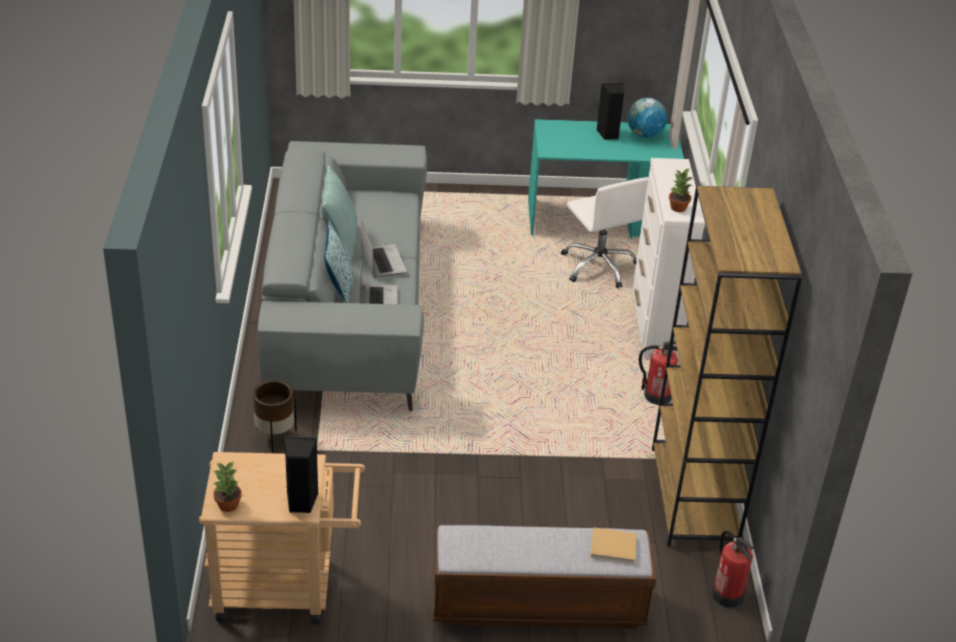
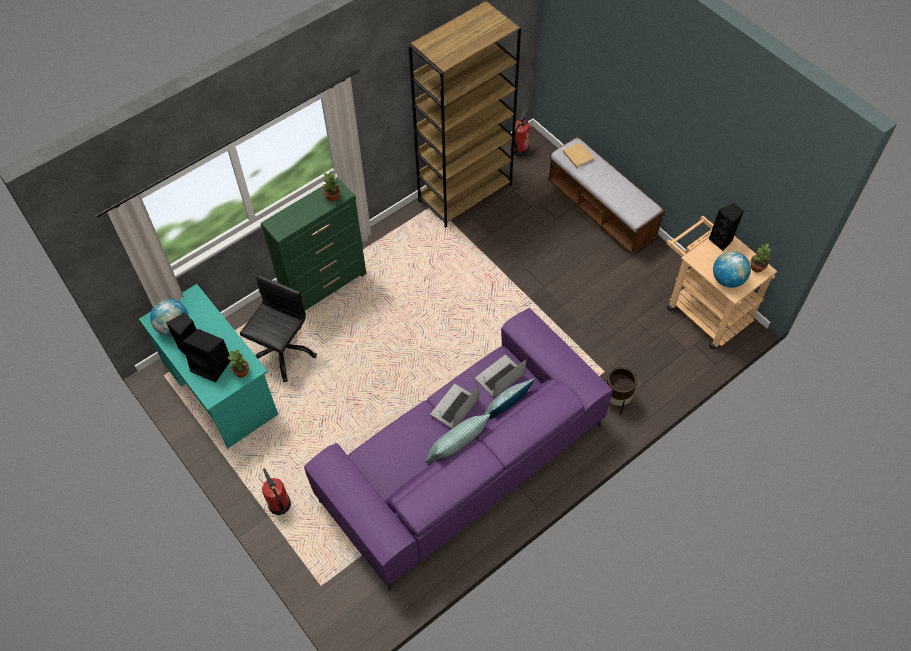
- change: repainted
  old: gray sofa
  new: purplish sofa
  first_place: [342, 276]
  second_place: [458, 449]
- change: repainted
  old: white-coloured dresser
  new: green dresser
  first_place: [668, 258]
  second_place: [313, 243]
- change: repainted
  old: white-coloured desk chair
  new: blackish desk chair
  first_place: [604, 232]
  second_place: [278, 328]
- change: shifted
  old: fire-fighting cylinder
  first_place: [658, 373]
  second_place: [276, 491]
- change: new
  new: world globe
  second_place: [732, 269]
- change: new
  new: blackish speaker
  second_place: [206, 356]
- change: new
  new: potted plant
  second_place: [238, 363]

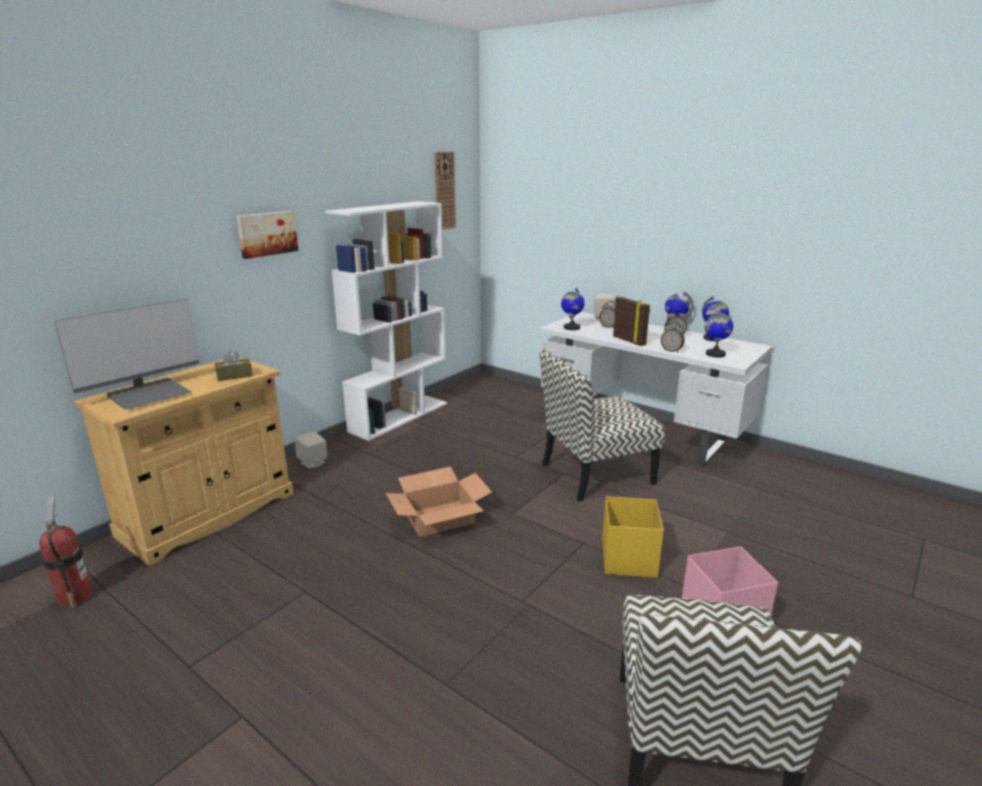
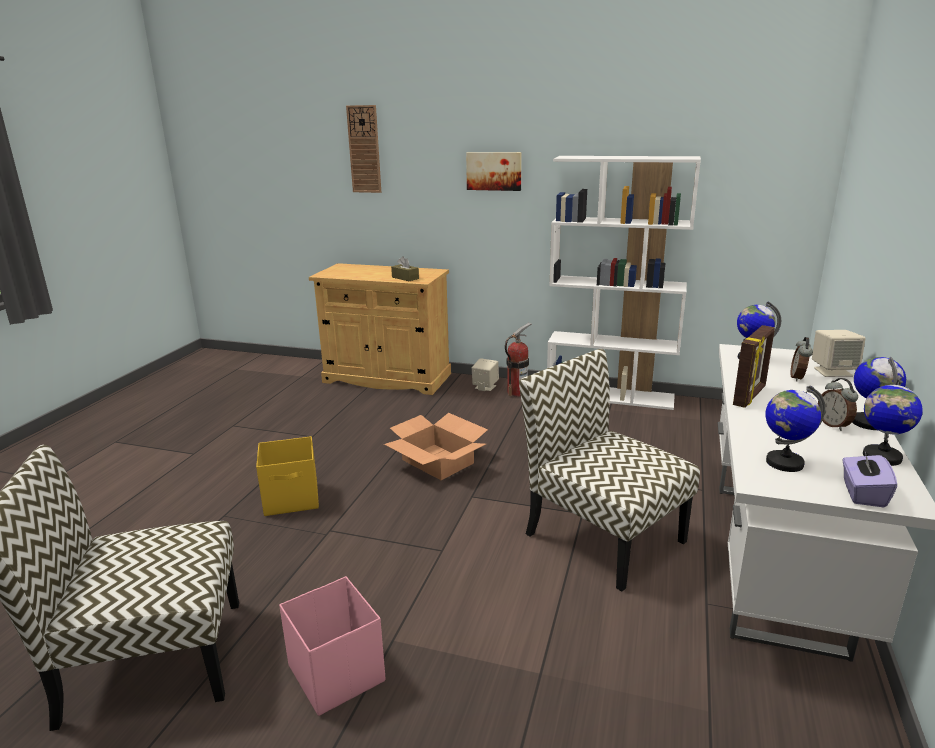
- change: shifted
  old: clock on the wall
  first_place: [445, 191]
  second_place: [363, 149]
- change: gone
  old: computer display
  first_place: [126, 354]
- change: gone
  old: bedside clock
  first_place: [673, 337]
- change: shifted
  old: fire-fighting cylinder
  first_place: [65, 551]
  second_place: [518, 359]
- change: shifted
  old: yellow-coloured storage container
  first_place: [633, 537]
  second_place: [287, 476]
- change: new
  new: purplish box of tissues
  second_place: [869, 480]

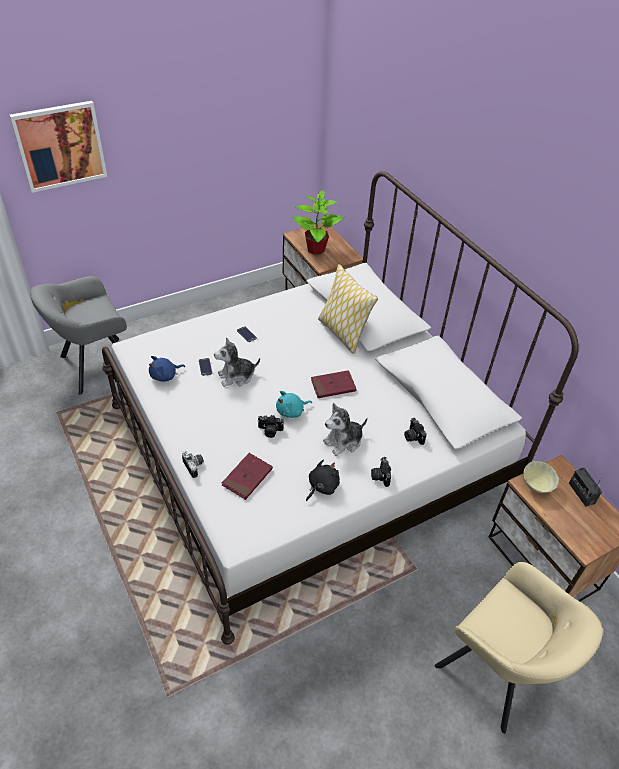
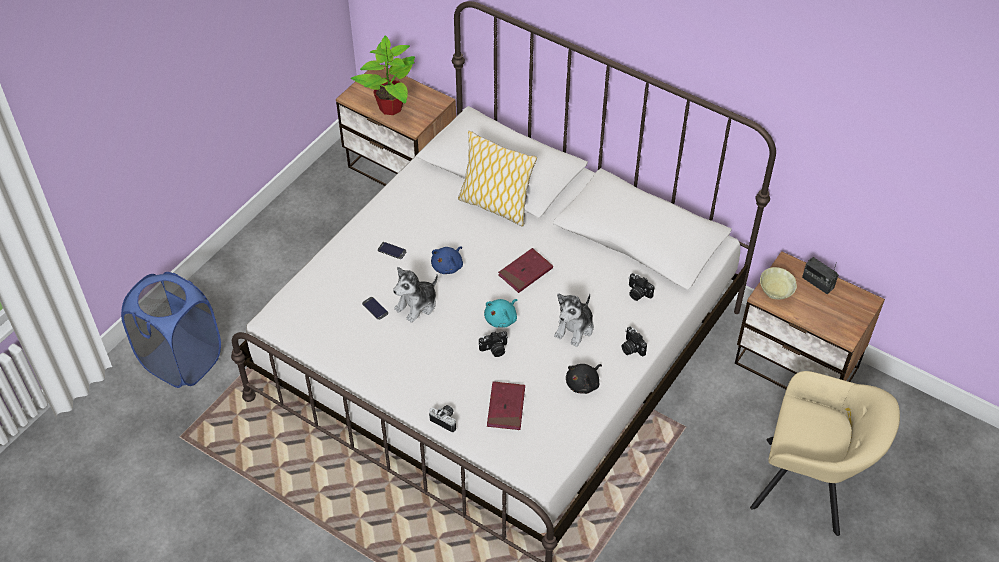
- change: gone
  old: wall art
  first_place: [58, 147]
- change: swapped
  old: gray lounge chair
  new: blue washing basket
  first_place: [78, 335]
  second_place: [171, 330]
- change: shifted
  old: blue plush toy
  first_place: [167, 369]
  second_place: [447, 260]
- change: rotated
  old: blackish plush toy
  first_place: [323, 480]
  second_place: [584, 379]
  degrees: -150

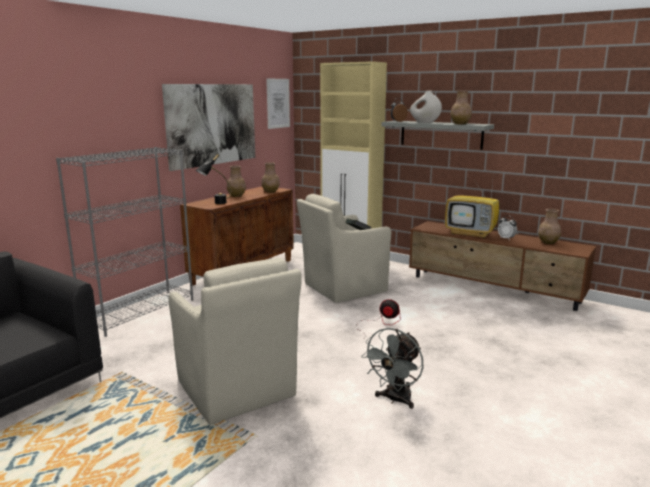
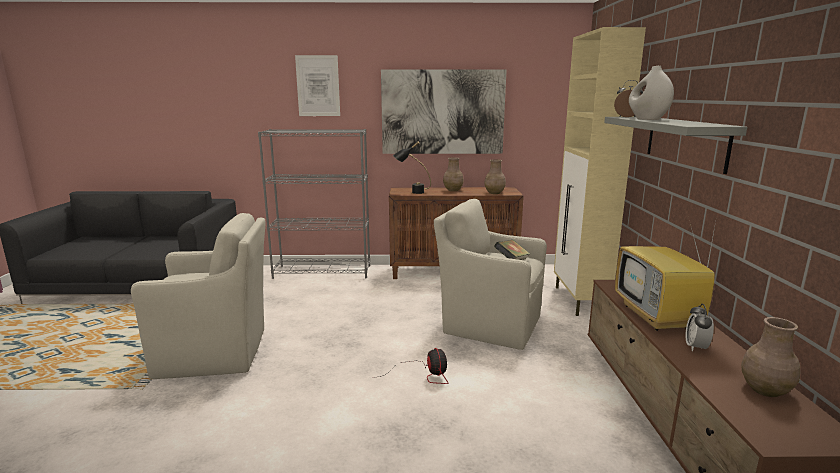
- change: shifted
  old: wall art
  first_place: [278, 103]
  second_place: [317, 85]
- change: gone
  old: brown-coloured flower vase
  first_place: [461, 107]
- change: rotated
  old: beige-coloured lounge chair
  first_place: [235, 341]
  second_place: [198, 296]
  degrees: -120
- change: gone
  old: gray cooling fan
  first_place: [392, 368]

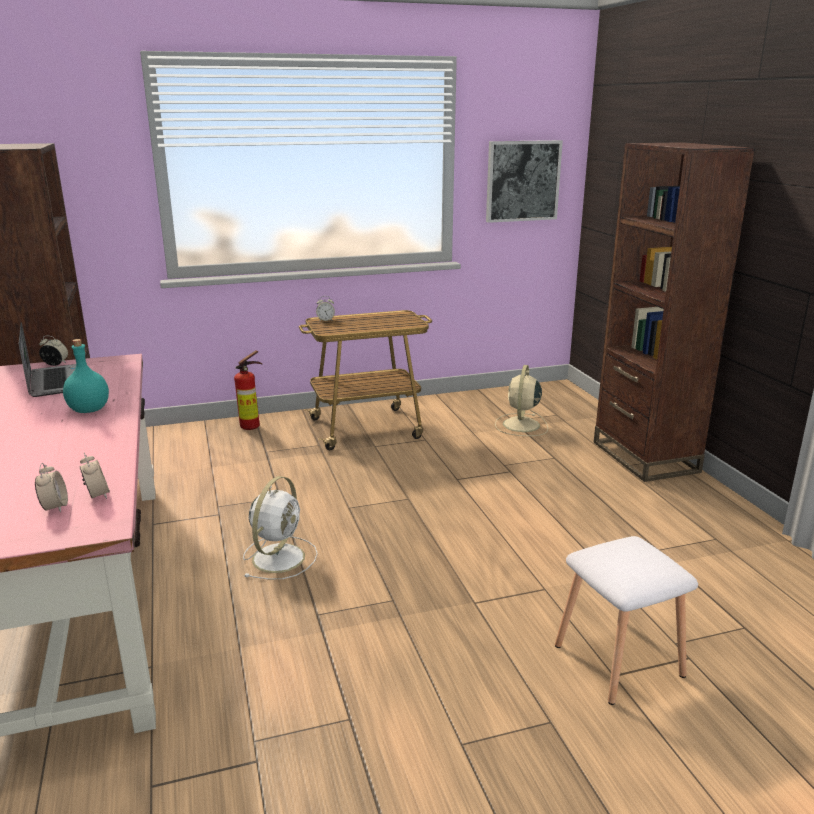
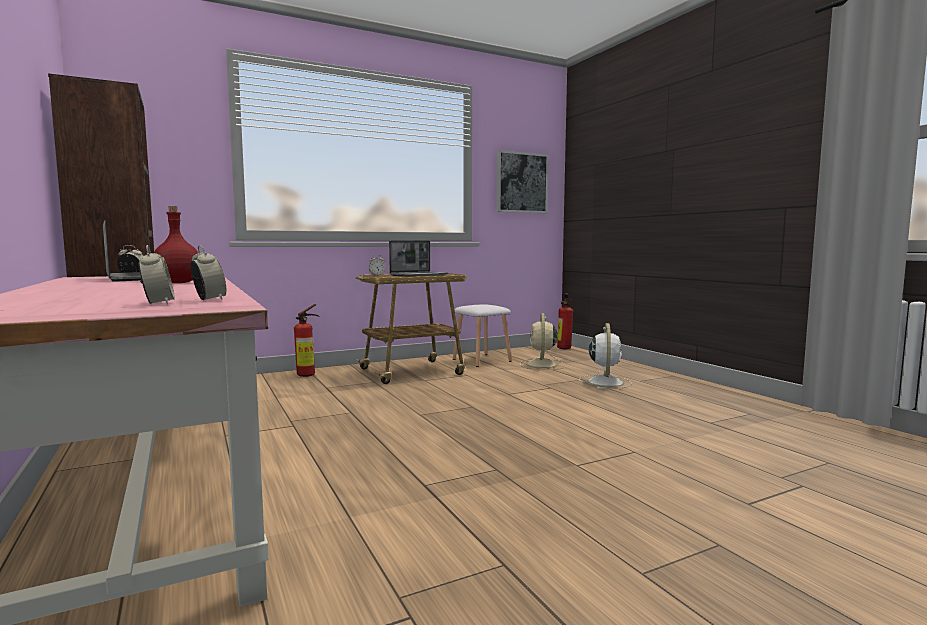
- change: gone
  old: brown-coloured bookshelf
  first_place: [674, 312]
- change: repainted
  old: blue-green bottle
  new: reddish bottle
  first_place: [86, 376]
  second_place: [176, 244]
- change: shifted
  old: white-coloured cooling fan
  first_place: [280, 527]
  second_place: [605, 356]
- change: shifted
  old: white-coloured sitting stool
  first_place: [626, 620]
  second_place: [482, 335]
- change: new
  new: notebook computer
  second_place: [418, 258]
- change: new
  new: fire-fighting cylinder
  second_place: [565, 321]

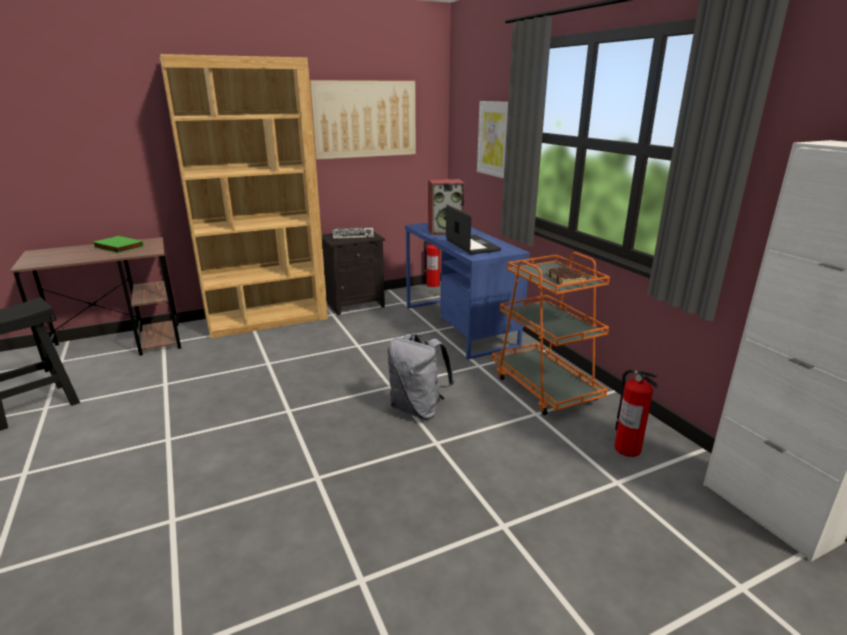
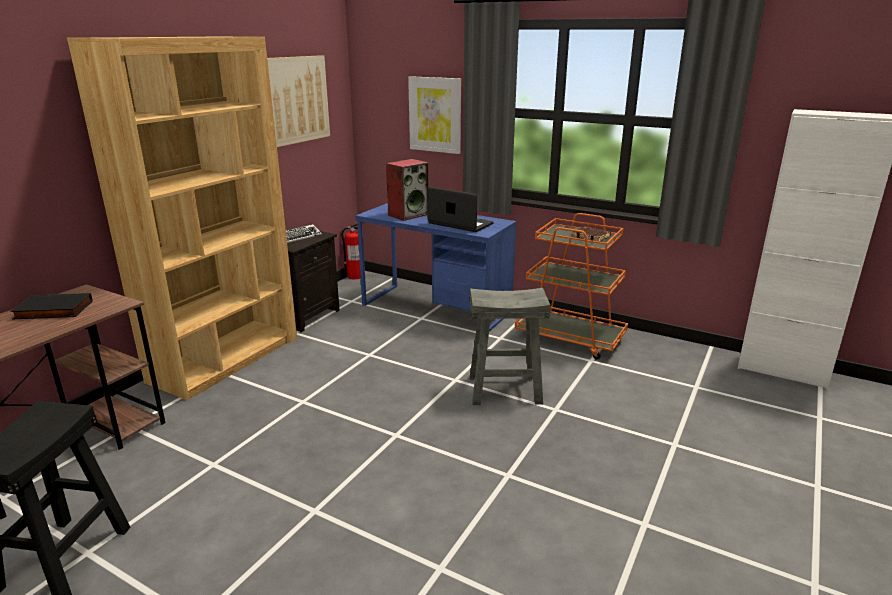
- change: repainted
  old: green volume
  new: blackish volume
  first_place: [118, 244]
  second_place: [51, 306]
- change: swapped
  old: gray knapsack
  new: gray sitting stool
  first_place: [421, 376]
  second_place: [509, 346]
- change: gone
  old: fire-fighting cylinder
  first_place: [636, 413]

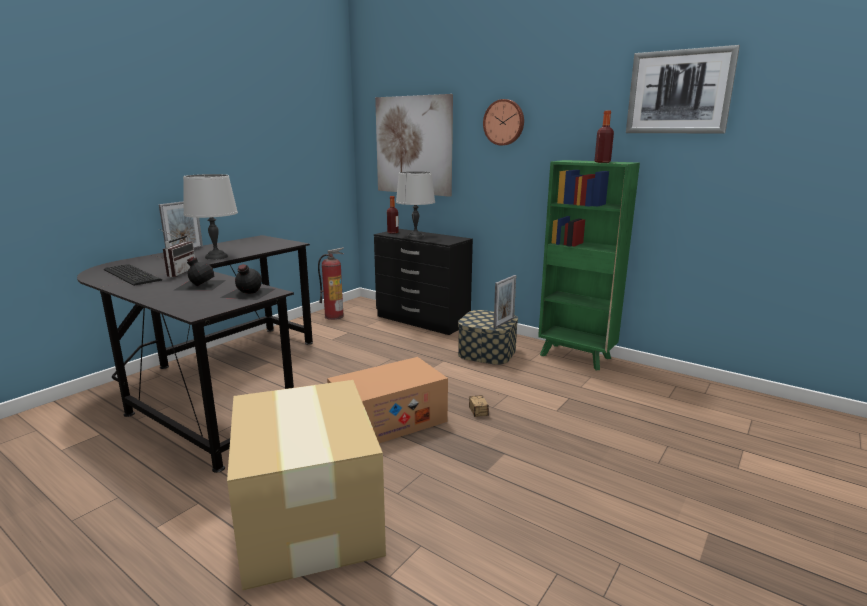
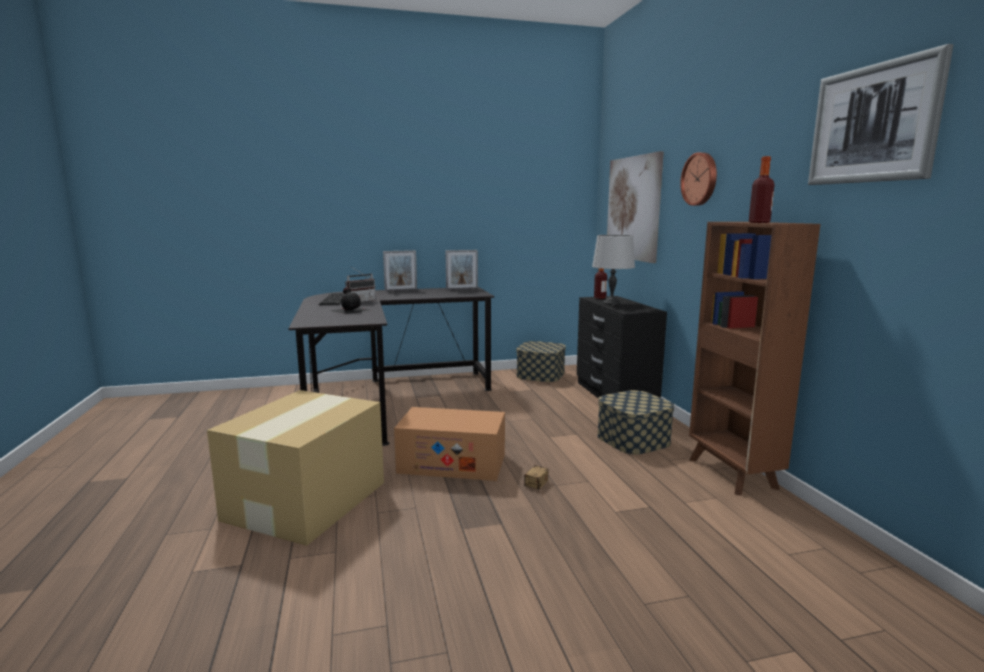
- change: repainted
  old: green bookshelf
  new: brown-coloured bookshelf
  first_place: [589, 265]
  second_place: [754, 359]
- change: gone
  old: gray table lamp
  first_place: [210, 217]
- change: swapped
  old: fire-fighting cylinder
  new: storage container
  first_place: [331, 283]
  second_place: [541, 361]
- change: gone
  old: blackish bottle
  first_place: [247, 282]
- change: shifted
  old: picture frame
  first_place: [504, 302]
  second_place: [461, 270]

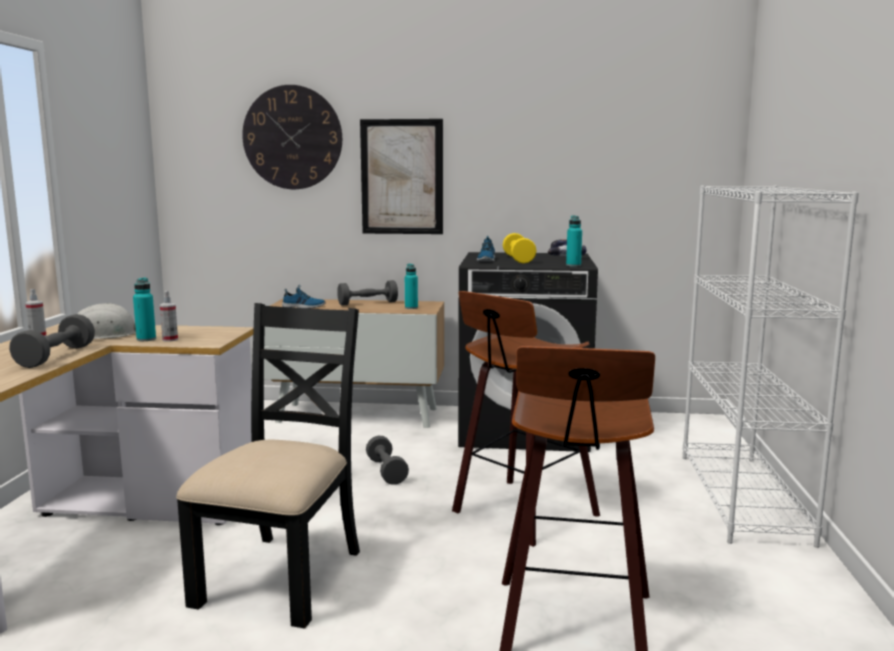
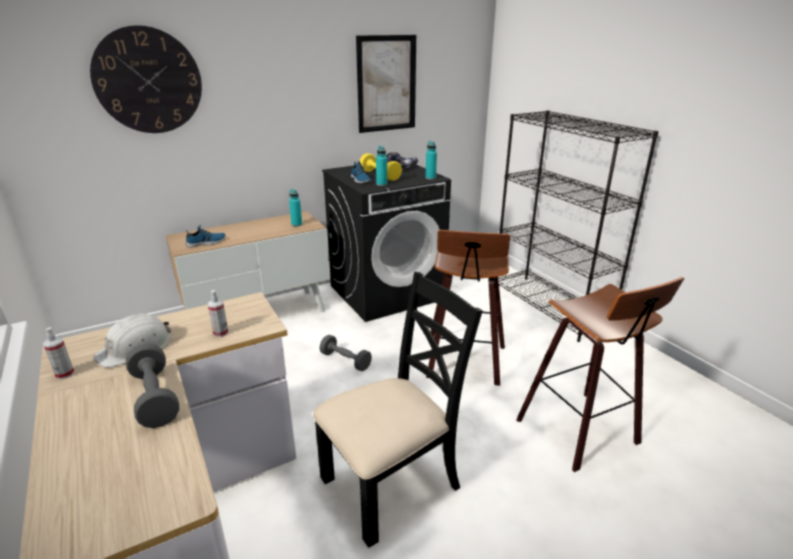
- change: shifted
  old: wall art
  first_place: [401, 176]
  second_place: [386, 84]
- change: repainted
  old: white-coloured bookshelf
  new: blackish bookshelf
  first_place: [771, 366]
  second_place: [579, 226]
- change: shifted
  old: blue-green bottle
  first_place: [144, 309]
  second_place: [381, 166]
- change: gone
  old: gray dumbbell
  first_place: [367, 293]
- change: rotated
  old: blackish chair
  first_place: [268, 466]
  second_place: [398, 410]
  degrees: 75

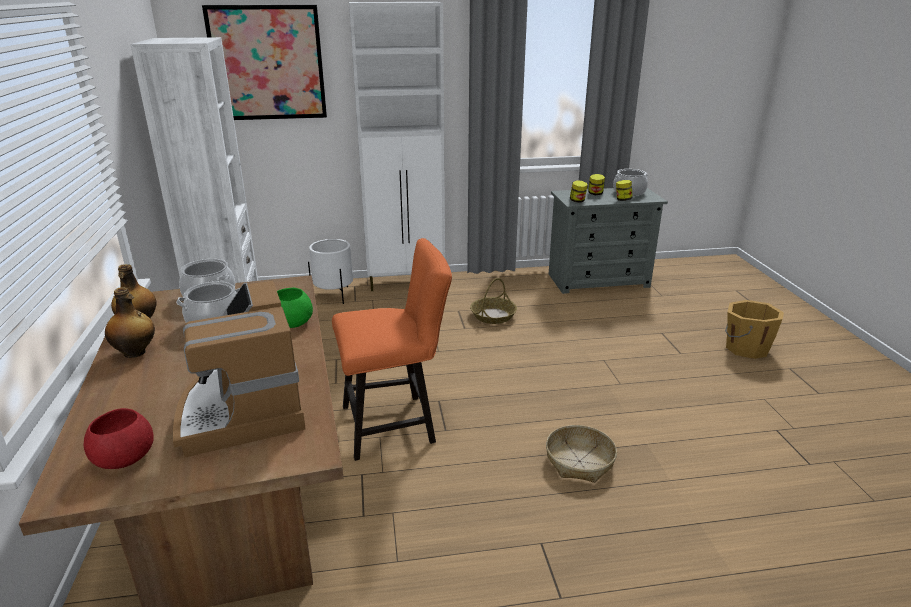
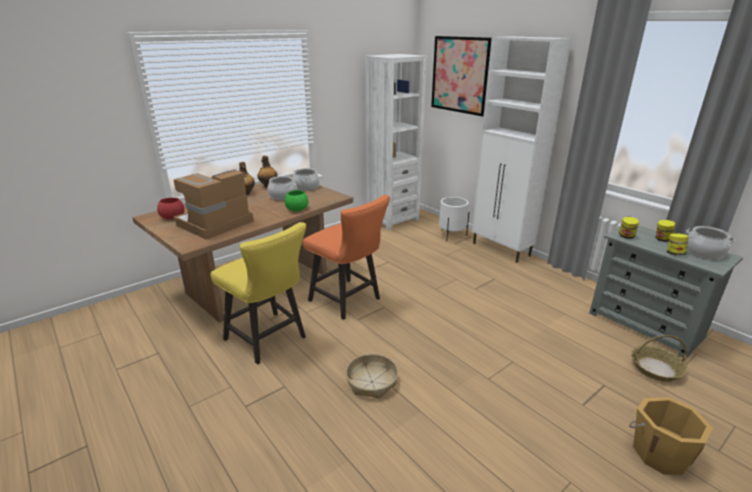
- change: shifted
  old: basket
  first_place: [493, 301]
  second_place: [659, 358]
- change: new
  new: yellow-coloured chair
  second_place: [258, 293]

